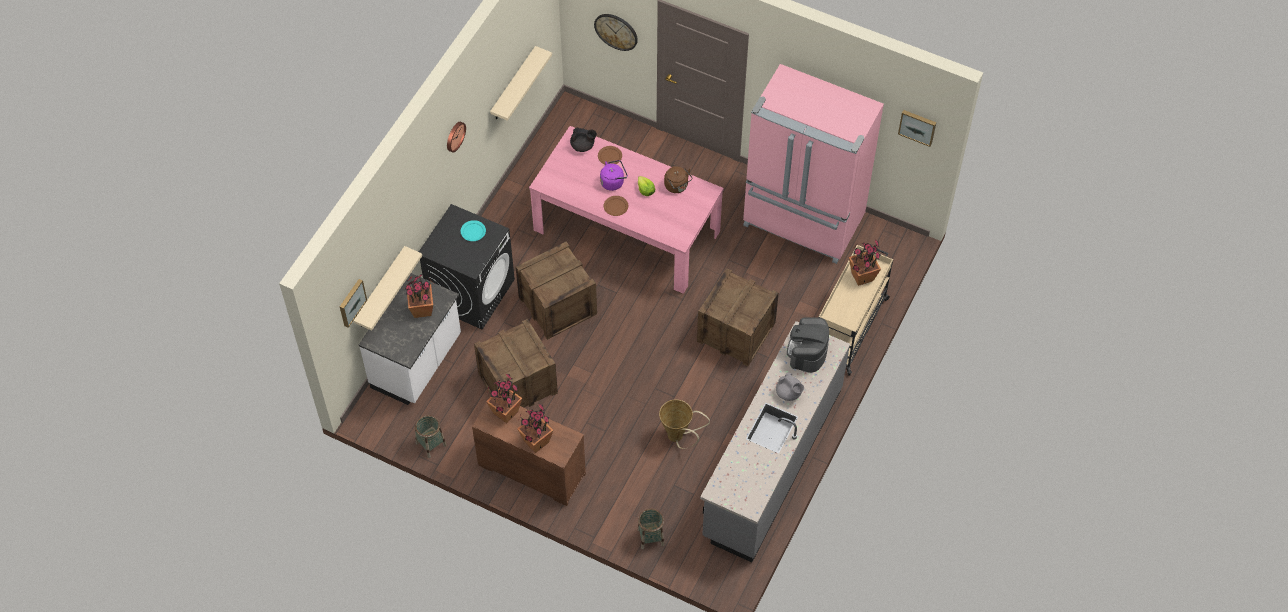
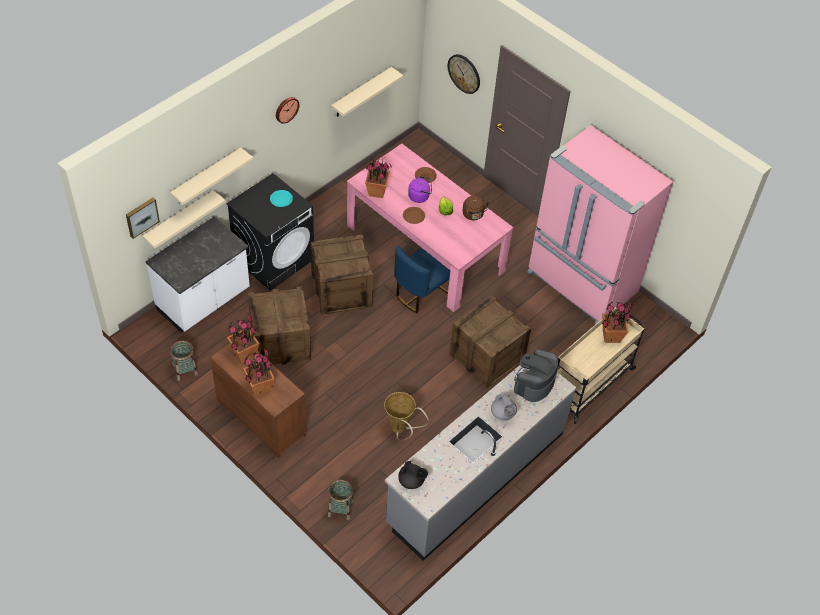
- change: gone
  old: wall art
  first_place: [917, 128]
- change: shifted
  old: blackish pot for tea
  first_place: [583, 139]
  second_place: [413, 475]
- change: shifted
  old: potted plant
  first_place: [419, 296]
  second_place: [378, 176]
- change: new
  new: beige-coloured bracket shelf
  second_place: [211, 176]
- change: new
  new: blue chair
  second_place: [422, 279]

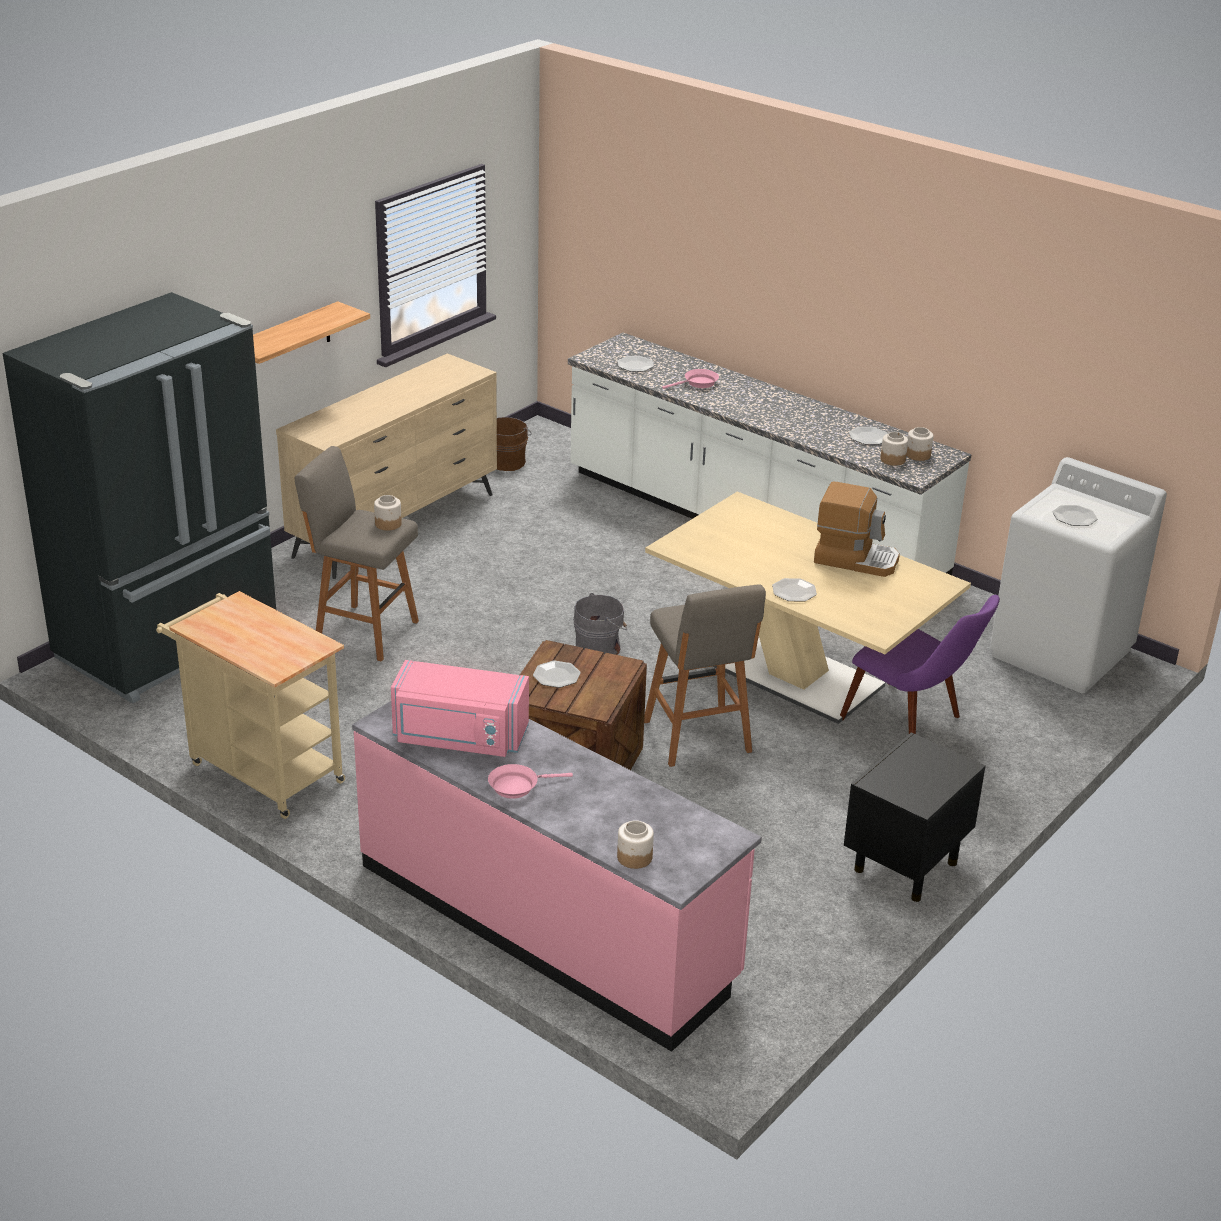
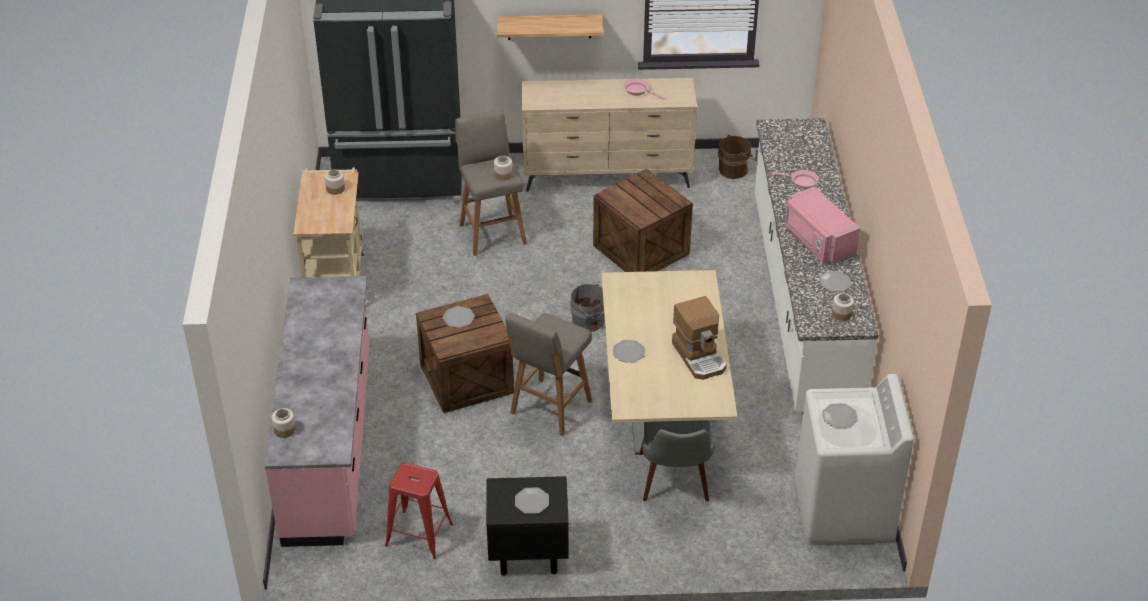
- change: shifted
  old: flat dish
  first_place: [635, 364]
  second_place: [532, 501]
- change: shifted
  old: preserve jar
  first_place: [894, 449]
  second_place: [335, 182]
- change: repainted
  old: purplish chair
  new: gray chair
  first_place: [920, 664]
  second_place: [677, 460]
- change: shifted
  old: pink microwave oven
  first_place: [460, 708]
  second_place: [822, 225]
- change: shifted
  old: pink skillet
  first_place: [530, 781]
  second_place: [644, 88]
- change: new
  new: packing crate
  second_place: [643, 220]
- change: new
  new: reddish sitting stool
  second_place: [419, 511]

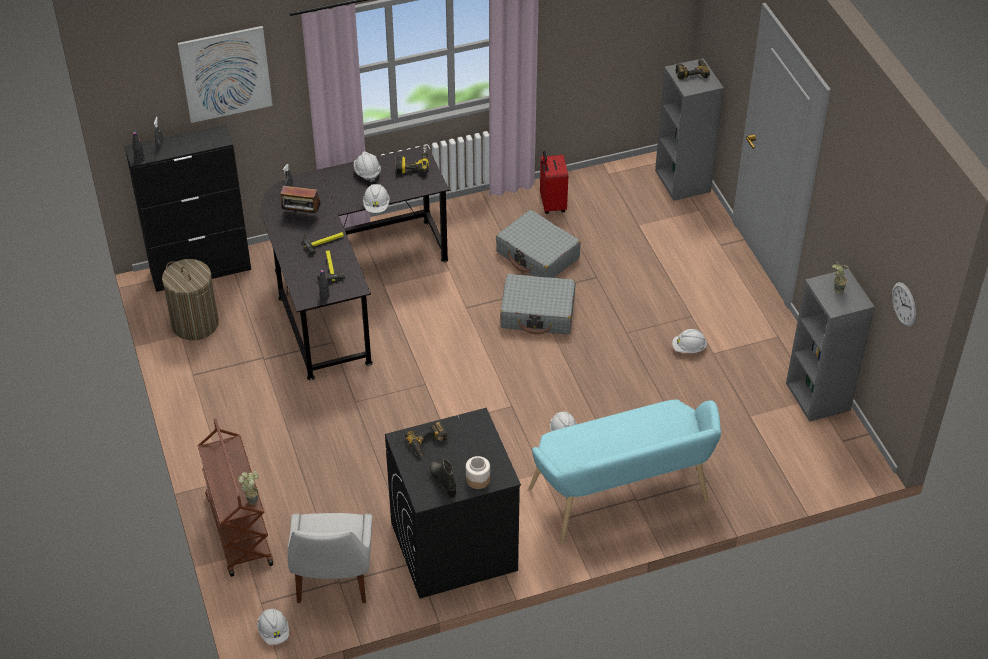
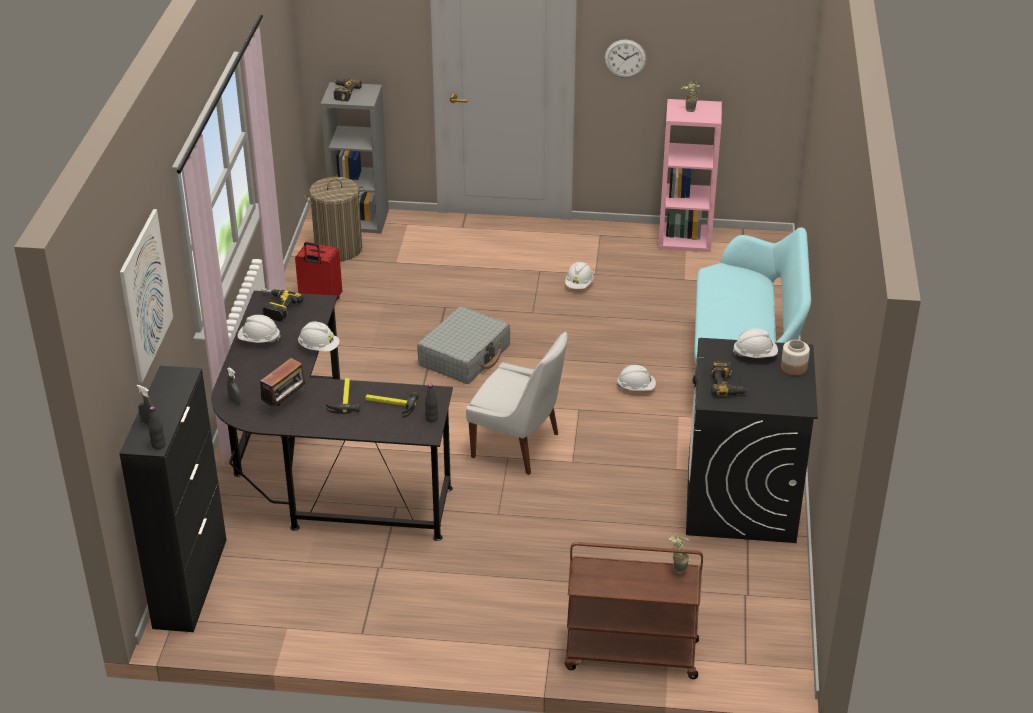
- change: gone
  old: gray travel case
  first_place: [538, 244]
- change: shifted
  old: washing basket
  first_place: [190, 300]
  second_place: [334, 219]
- change: repainted
  old: gray bookshelf
  new: pink bookshelf
  first_place: [830, 345]
  second_place: [690, 175]
- change: shifted
  old: clock on the wall
  first_place: [904, 304]
  second_place: [625, 59]
- change: gone
  old: blackish high-top boot
  first_place: [442, 478]
- change: shifted
  old: white-coloured chair
  first_place: [330, 558]
  second_place: [517, 403]
- change: shifted
  old: white-coloured work helmet
  first_place: [273, 626]
  second_place: [755, 343]

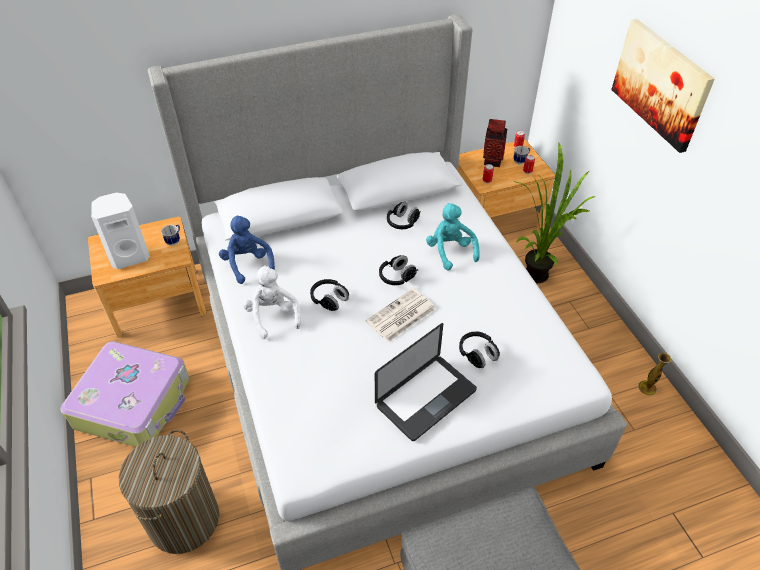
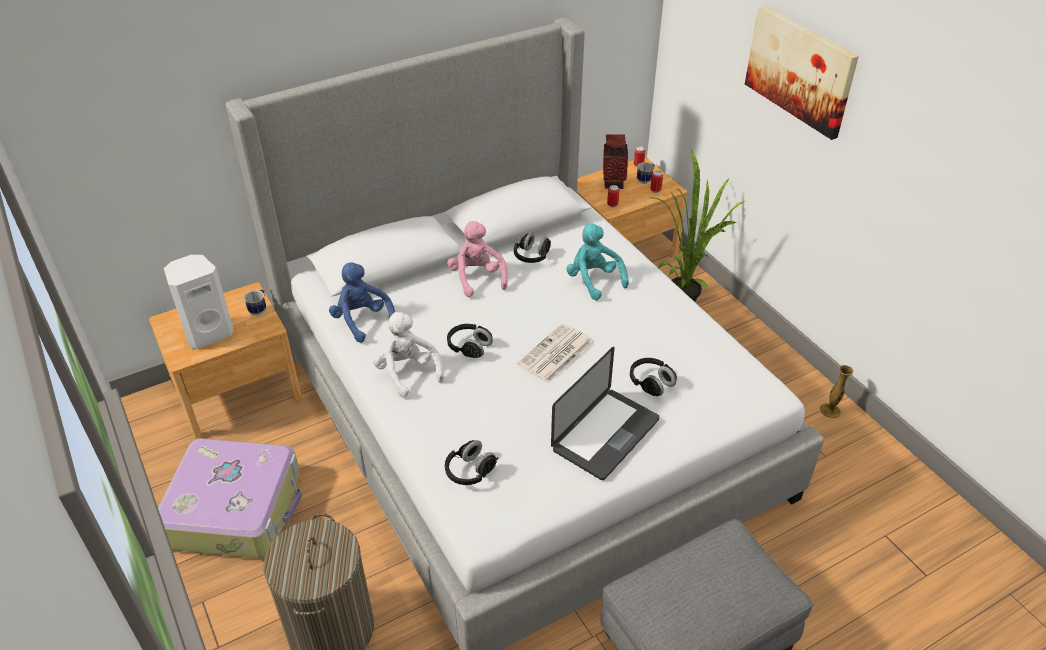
- change: shifted
  old: blackish pair of headphones
  first_place: [398, 270]
  second_place: [471, 462]
- change: new
  new: pink plush toy
  second_place: [477, 259]

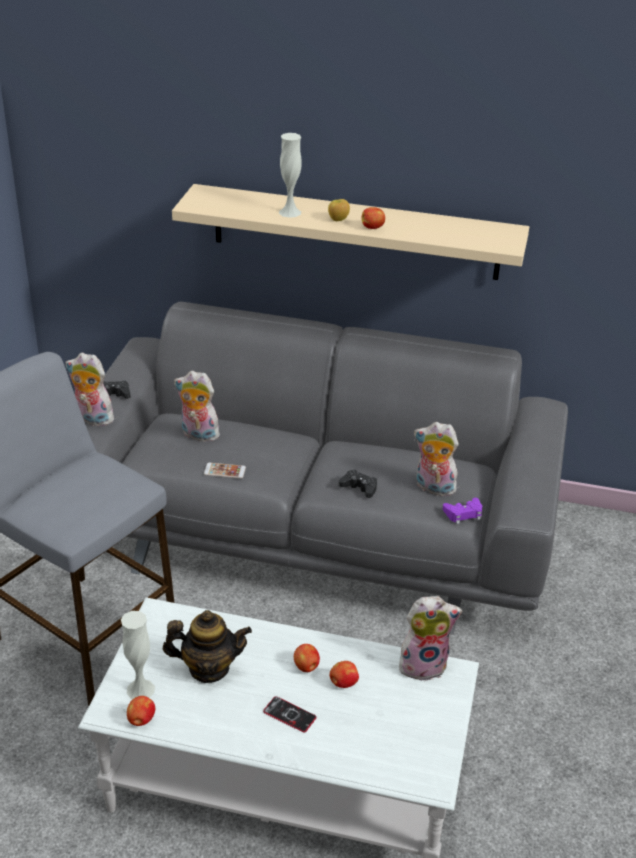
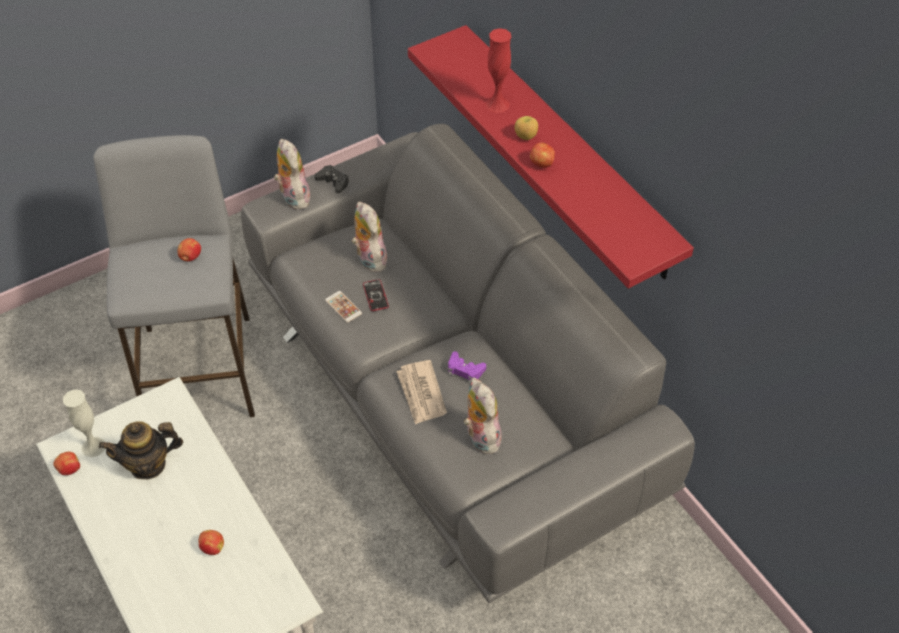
- change: repainted
  old: white-coloured flower vase
  new: reddish flower vase
  first_place: [290, 175]
  second_place: [498, 70]
- change: repainted
  old: beige-coloured bracket shelf
  new: reddish bracket shelf
  first_place: [350, 232]
  second_place: [551, 157]
- change: swapped
  old: blackish gamepad
  new: newspaper
  first_place: [358, 484]
  second_place: [421, 392]
- change: shifted
  old: purplish gamepad
  first_place: [462, 511]
  second_place: [467, 367]
- change: gone
  old: plush toy
  first_place: [430, 638]
- change: rotated
  old: pot for tea
  first_place: [207, 646]
  second_place: [141, 450]
  degrees: 120
- change: shifted
  old: apple
  first_place: [307, 658]
  second_place: [189, 250]
- change: shifted
  old: phone
  first_place: [290, 714]
  second_place: [376, 295]

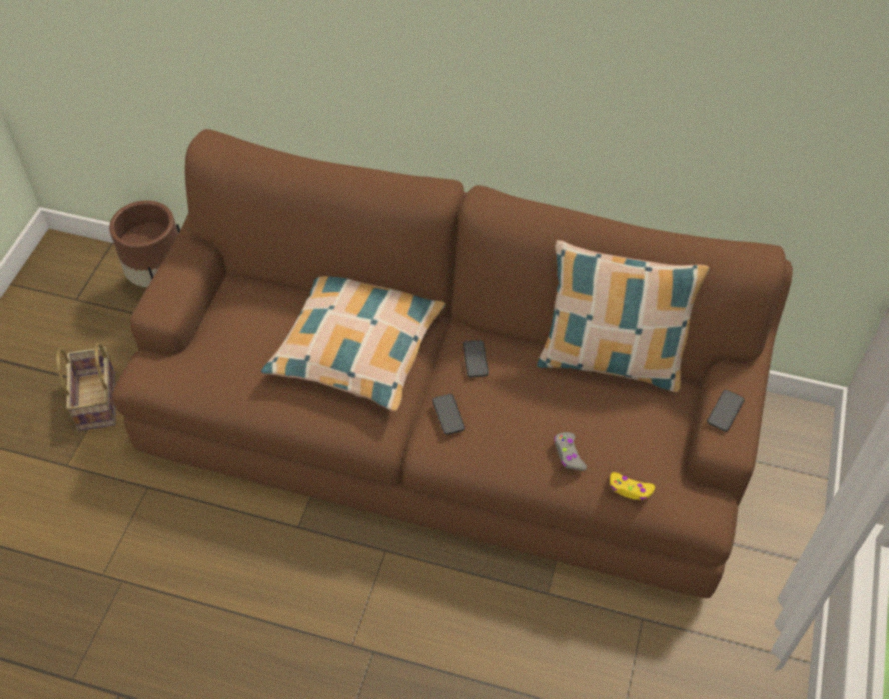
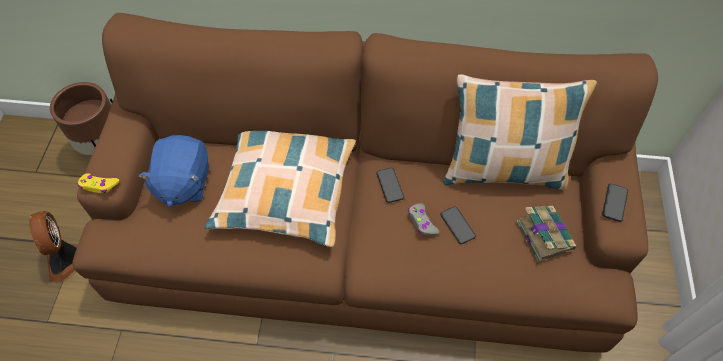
- change: swapped
  old: basket
  new: cooling fan
  first_place: [86, 386]
  second_place: [53, 247]
- change: shifted
  old: phone
  first_place: [448, 414]
  second_place: [458, 225]
- change: shifted
  old: gray gamepad
  first_place: [570, 451]
  second_place: [423, 219]
- change: shifted
  old: yellow-coloured gamepad
  first_place: [632, 486]
  second_place: [98, 183]
- change: new
  new: blue plush toy
  second_place: [173, 171]
- change: new
  new: volume
  second_place: [546, 233]

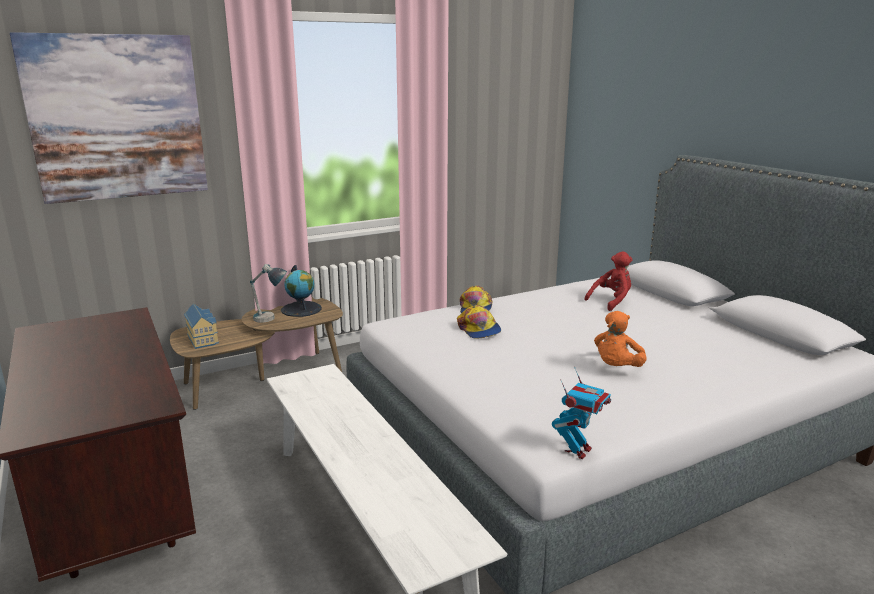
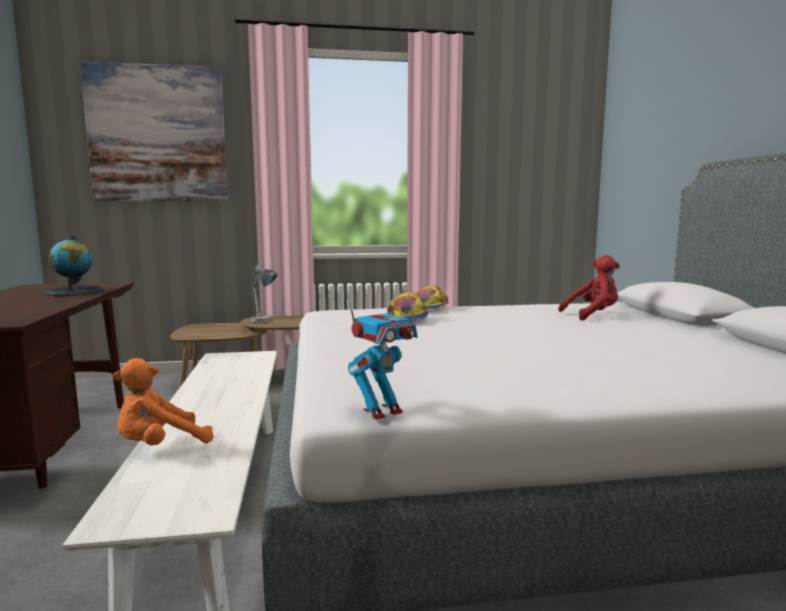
- change: shifted
  old: world globe
  first_place: [301, 291]
  second_place: [74, 265]
- change: gone
  old: model house
  first_place: [201, 326]
- change: shifted
  old: orangey plush toy
  first_place: [620, 339]
  second_place: [163, 401]

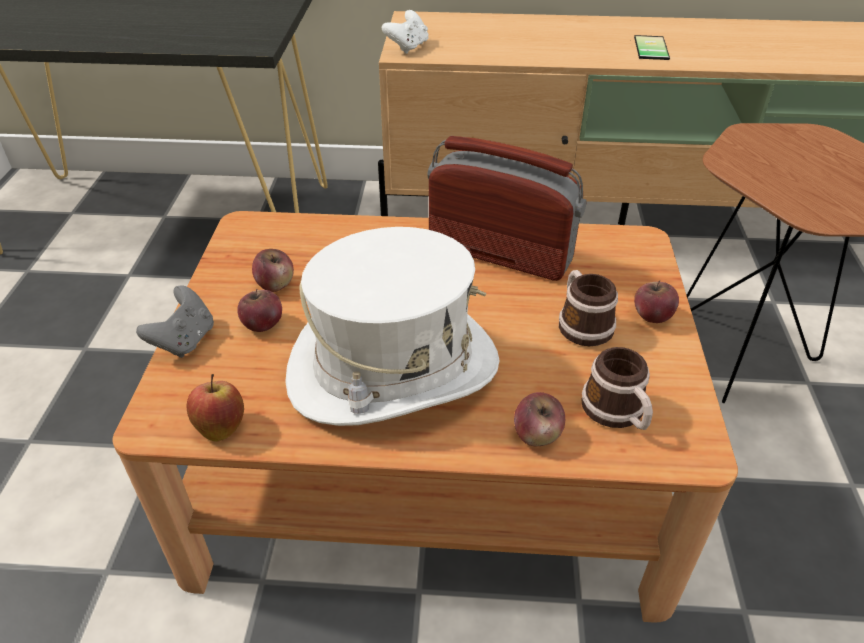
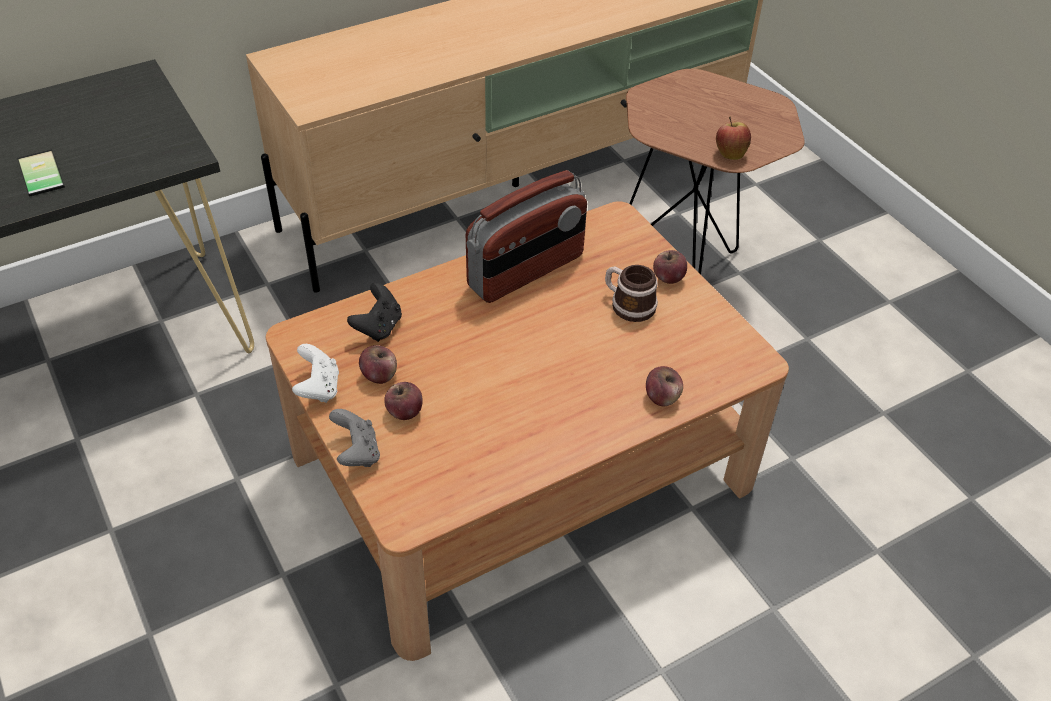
- change: shifted
  old: white-coloured gamepad
  first_place: [405, 32]
  second_place: [315, 373]
- change: shifted
  old: phone
  first_place: [652, 47]
  second_place: [41, 173]
- change: rotated
  old: radio set
  first_place: [507, 208]
  second_place: [526, 236]
  degrees: 150
- change: gone
  old: white-coloured hat
  first_place: [392, 326]
- change: gone
  old: tea mug
  first_place: [617, 388]
- change: shifted
  old: apple
  first_place: [215, 408]
  second_place: [733, 138]
- change: new
  new: blackish gamepad
  second_place: [374, 312]

